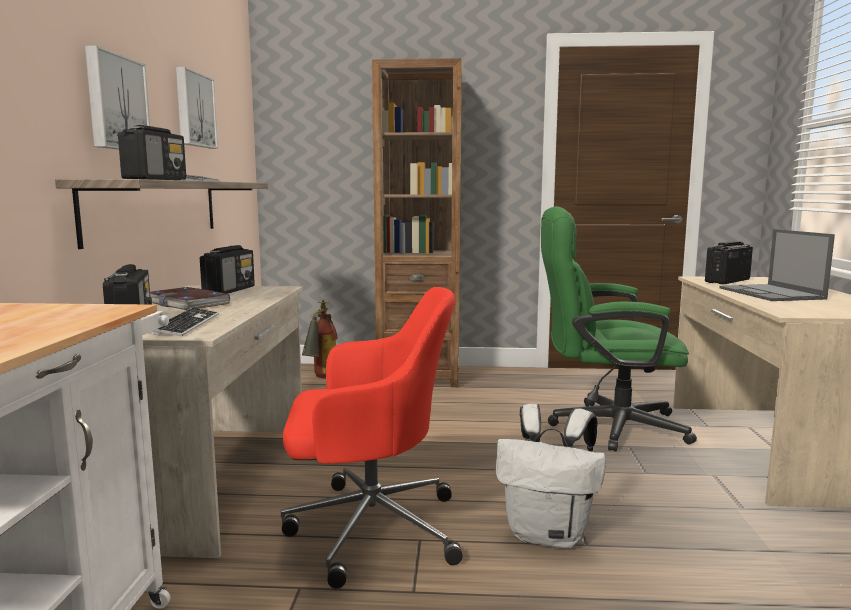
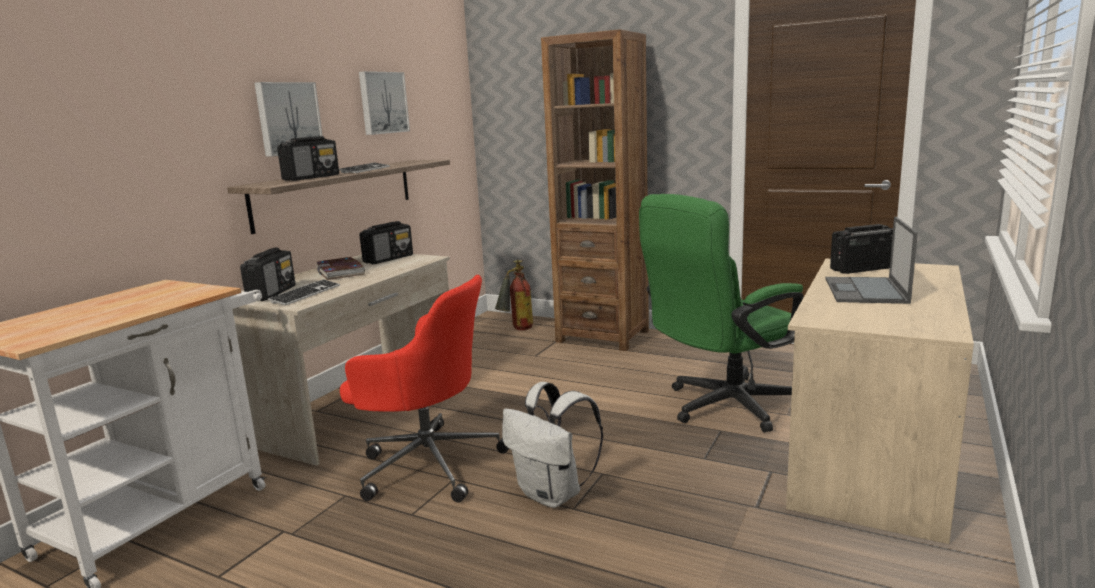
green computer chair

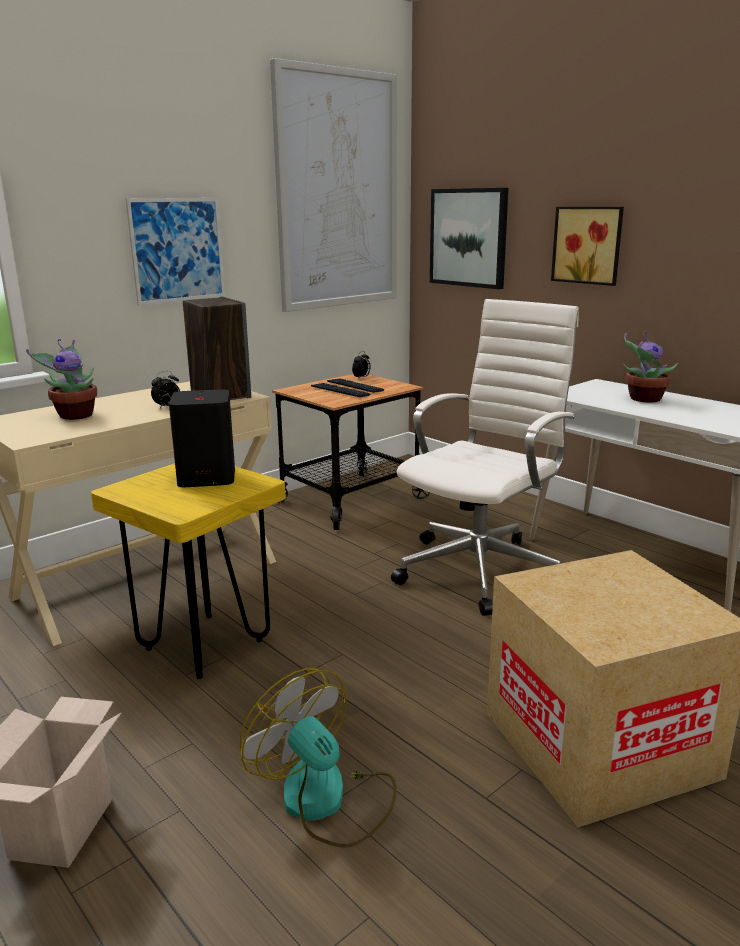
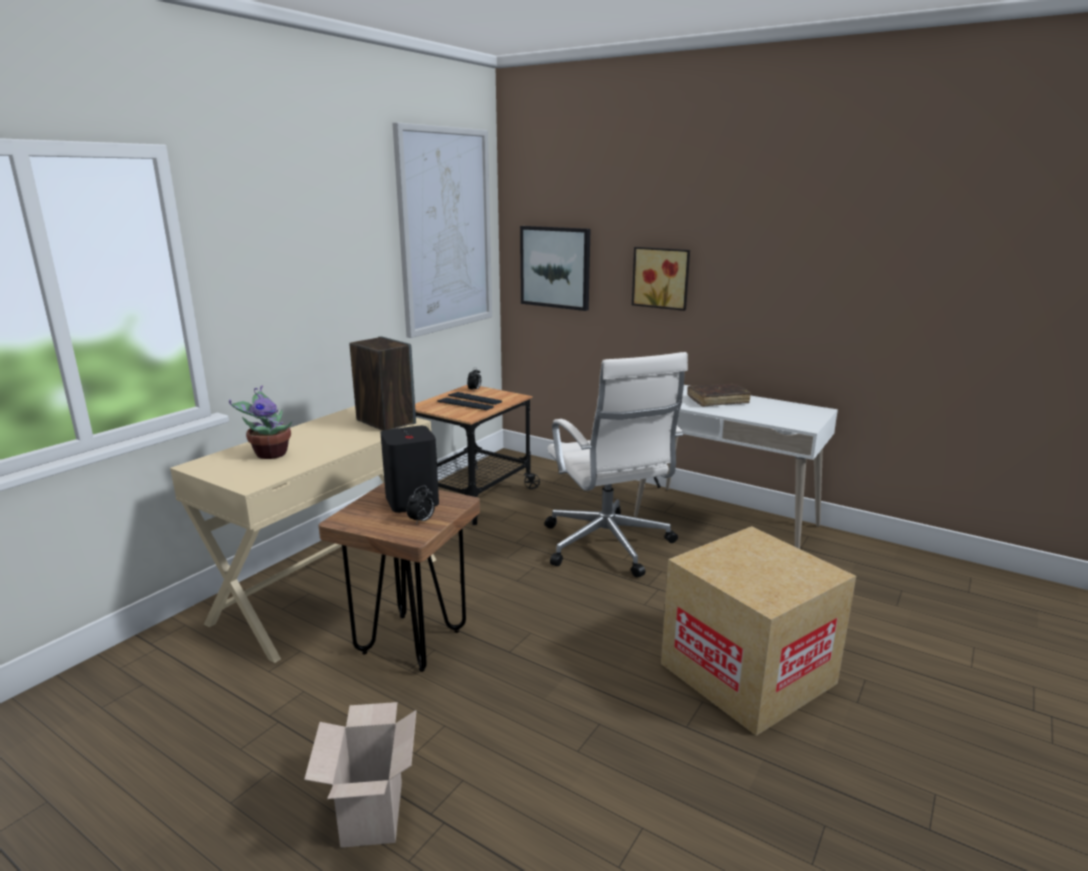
wall picture (1st from left in the first image)
white-coloured computer chair
brown-coloured book
alarm clock (1st from left)
brown-coloured stool seat
fan

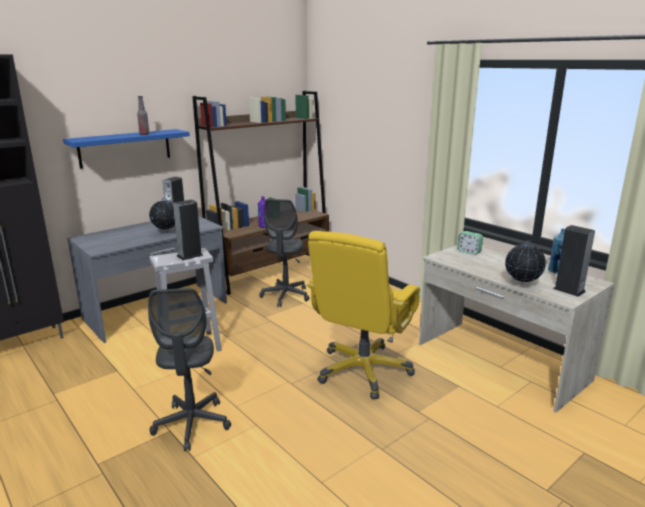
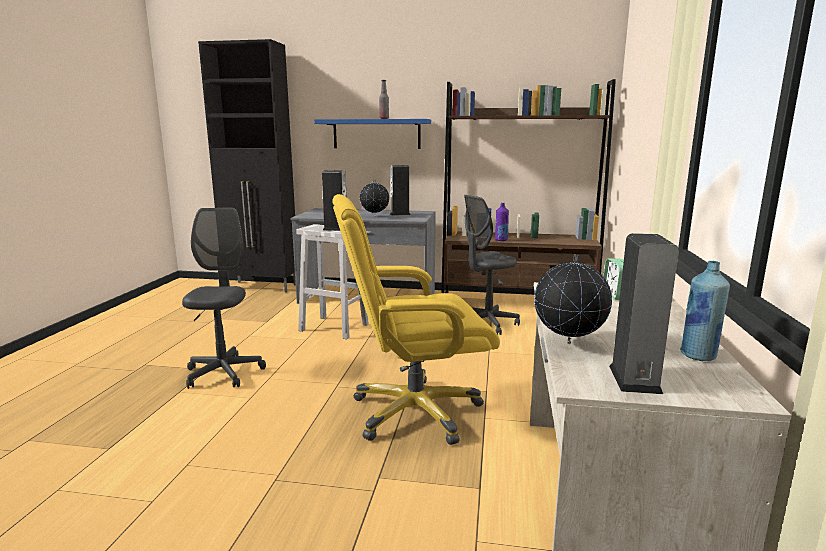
greyish computer chair (1st from left)

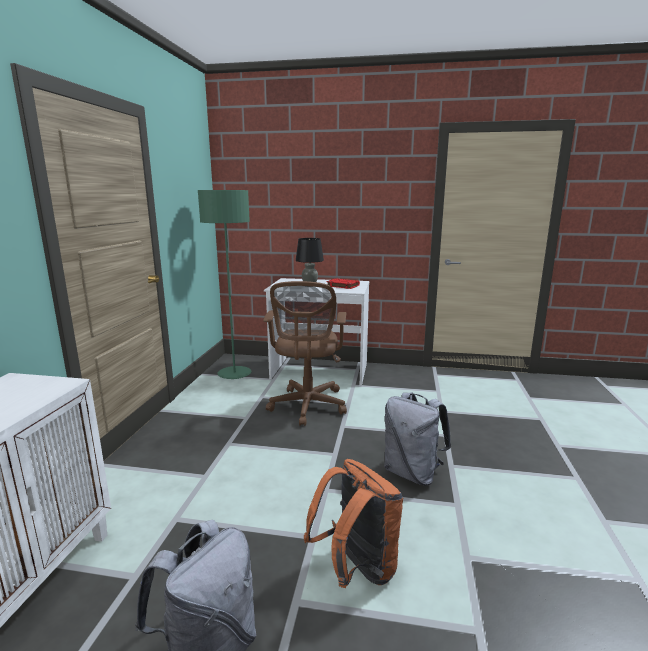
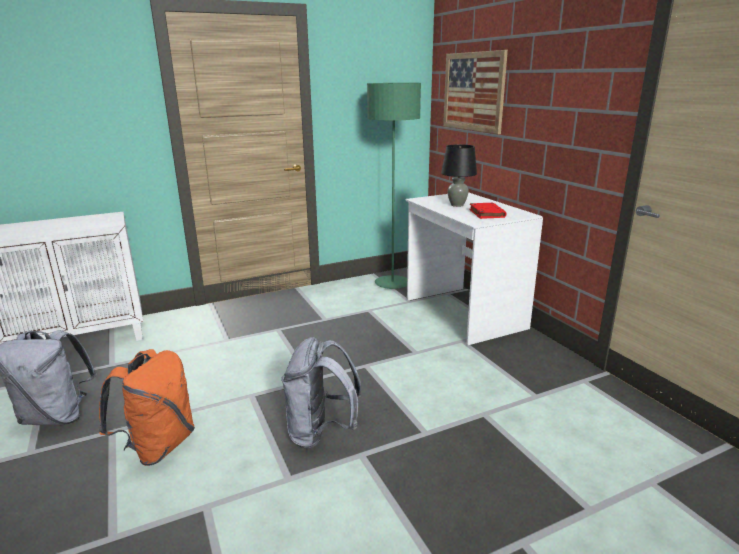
brown-coloured computer chair
wall picture

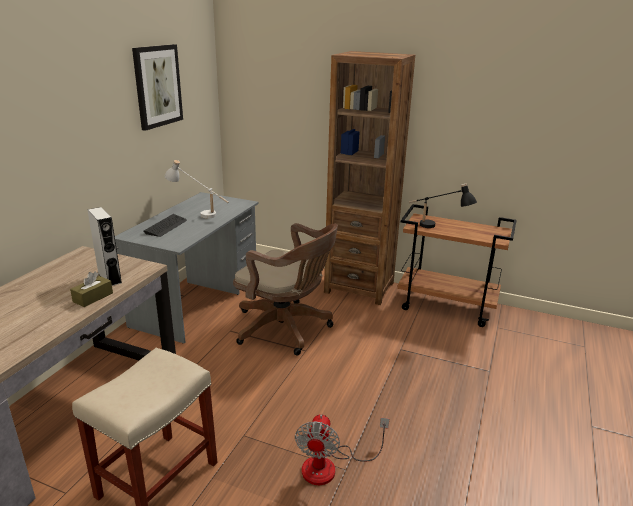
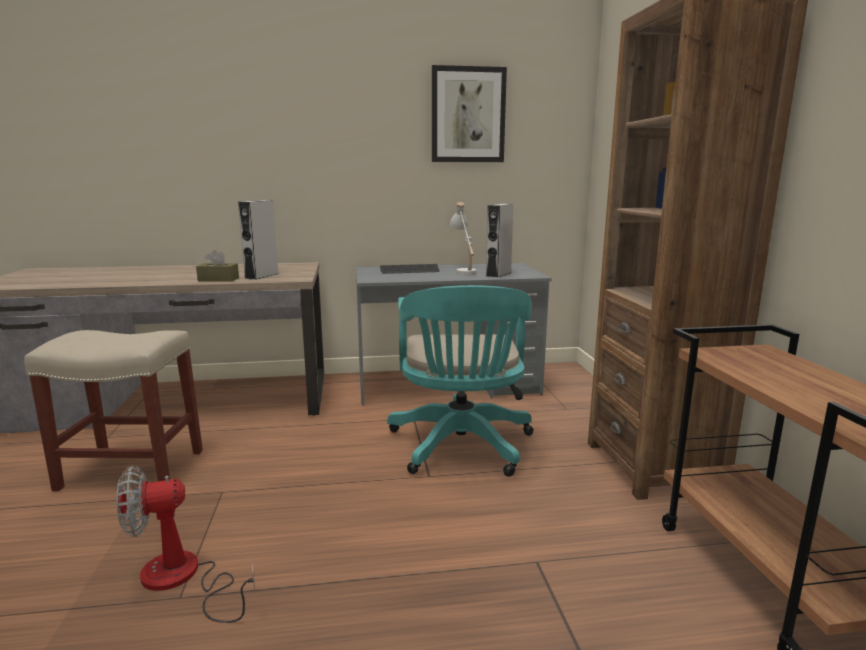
blackish tabletop lamp
blue-green computer chair
greyish speaker (2nd from left)

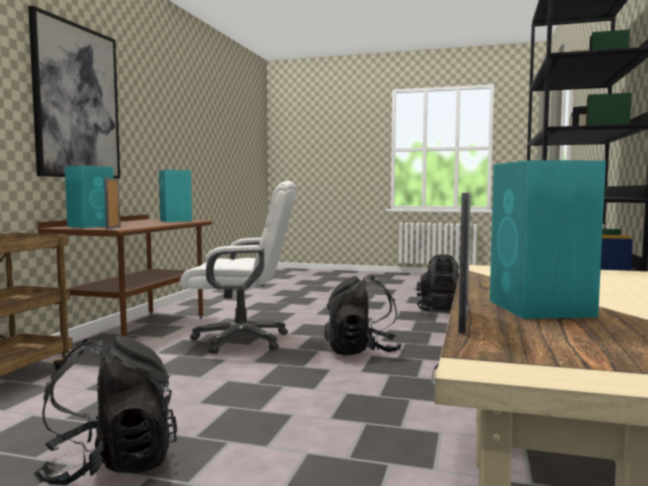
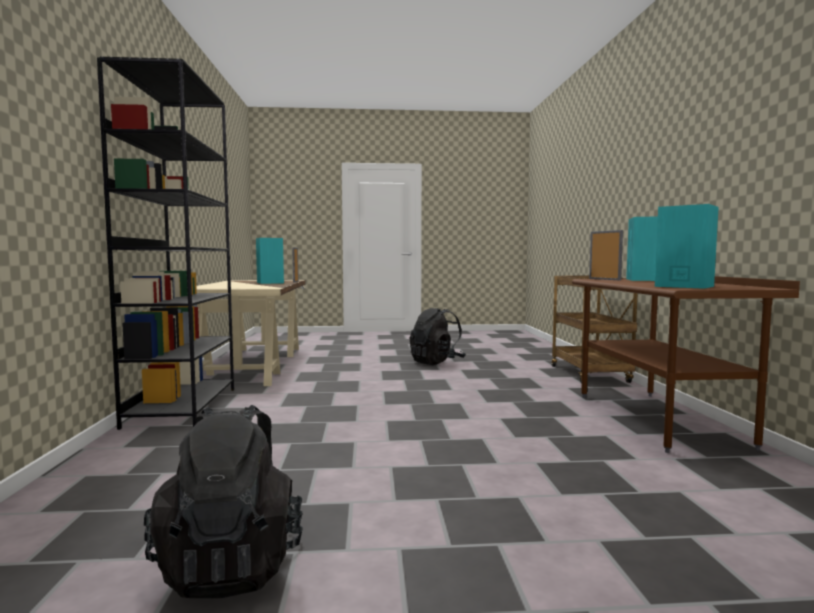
wall picture
white-coloured computer chair
blackish backpack (2nd from left in the first image)

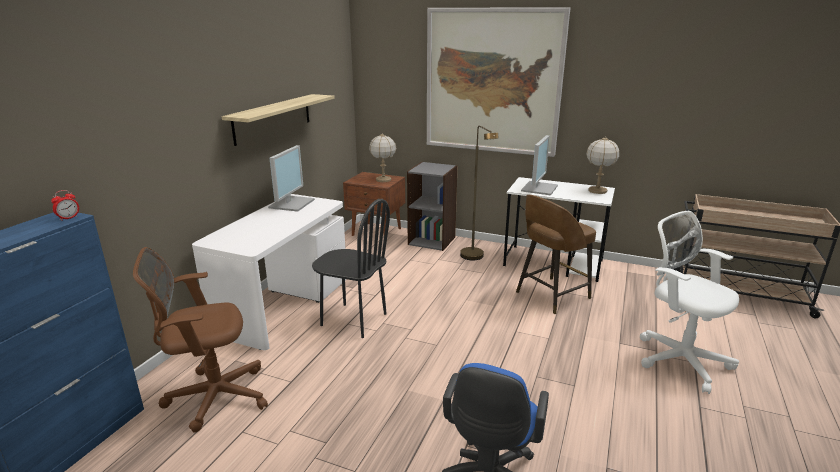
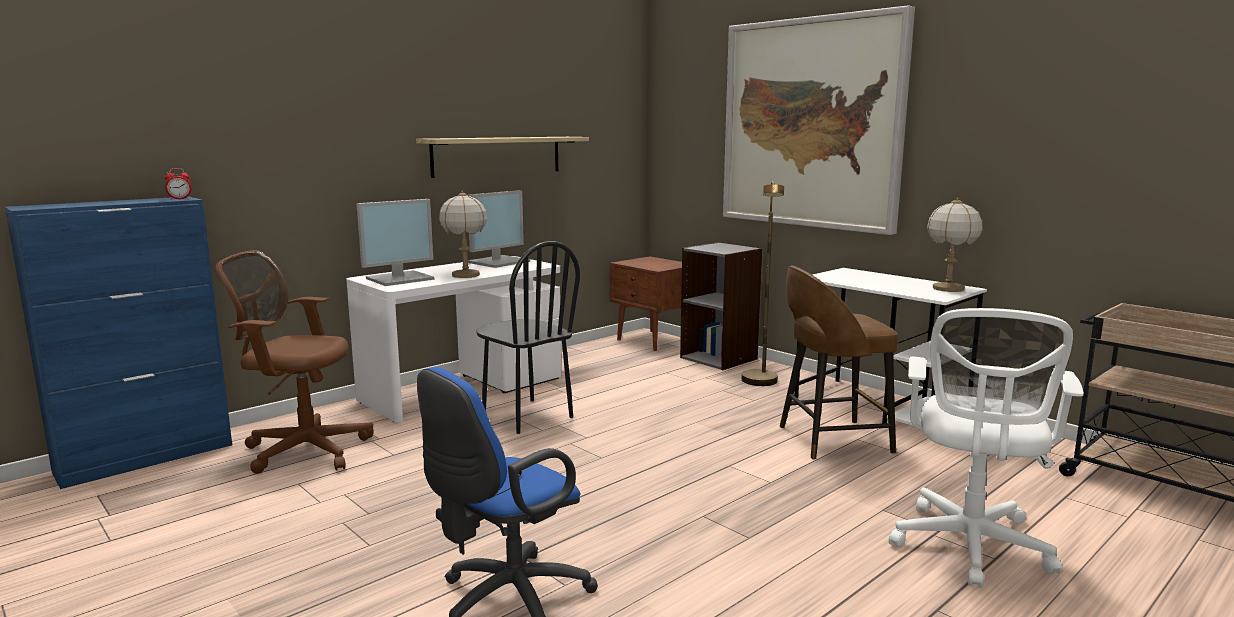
tabletop lamp (1st from left)
computer screen (1st from left)
white-coloured computer chair

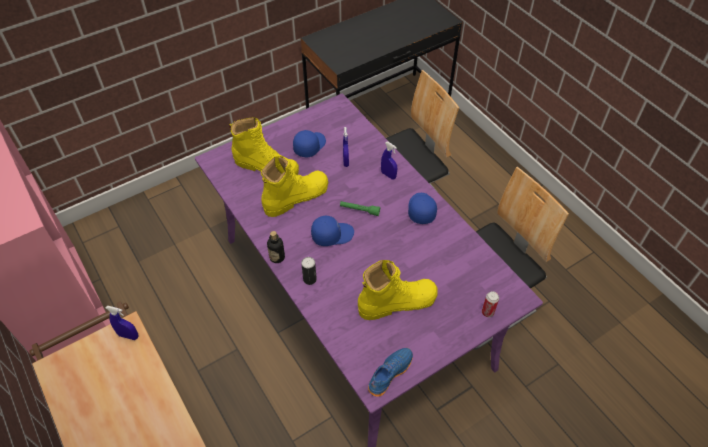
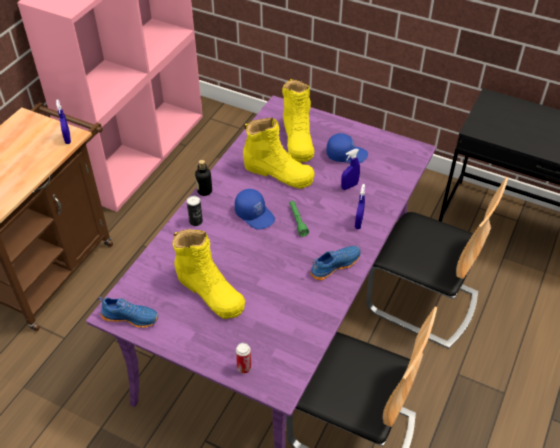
blue shoe (2nd from left)

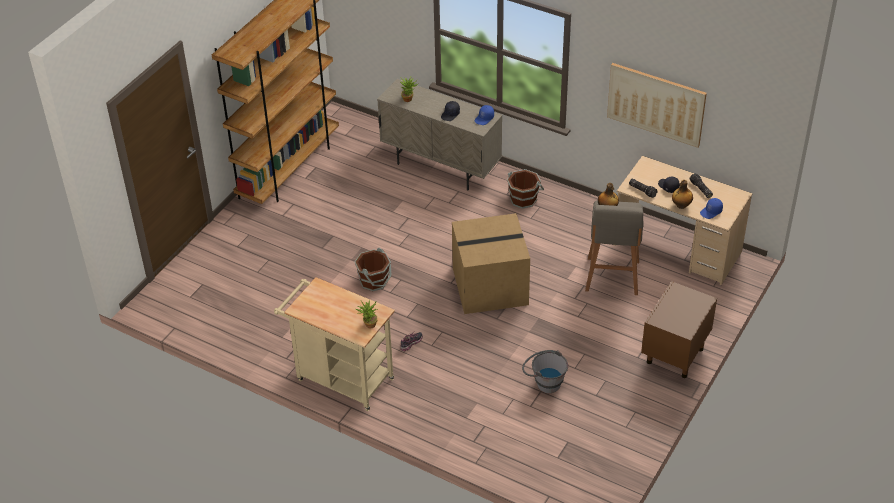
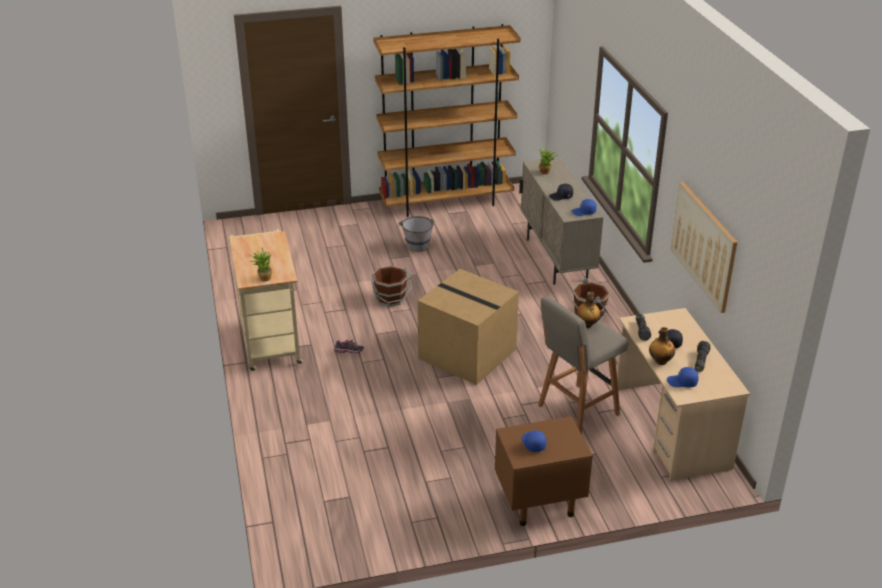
greyish water bucket
blue baseball cap (1st from left)

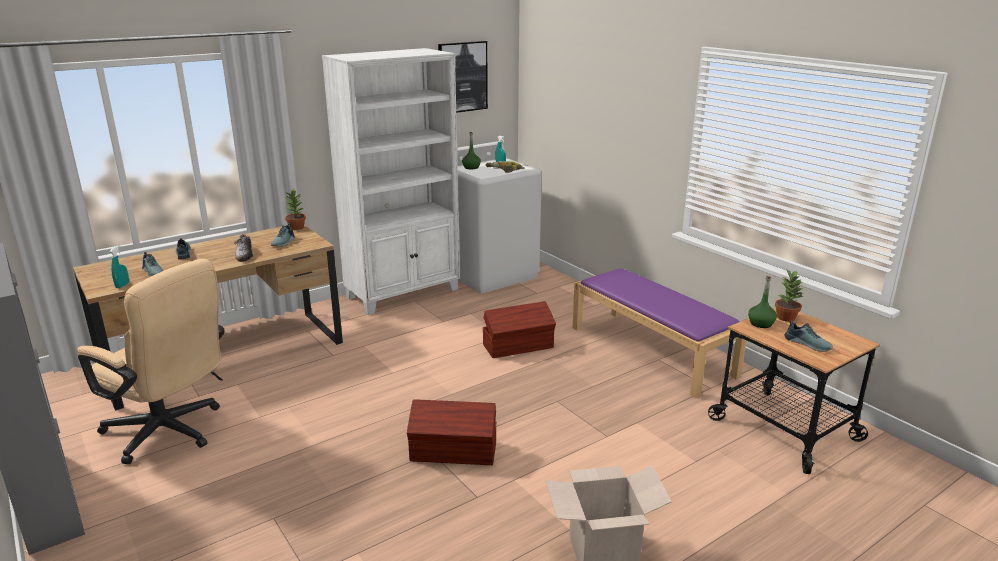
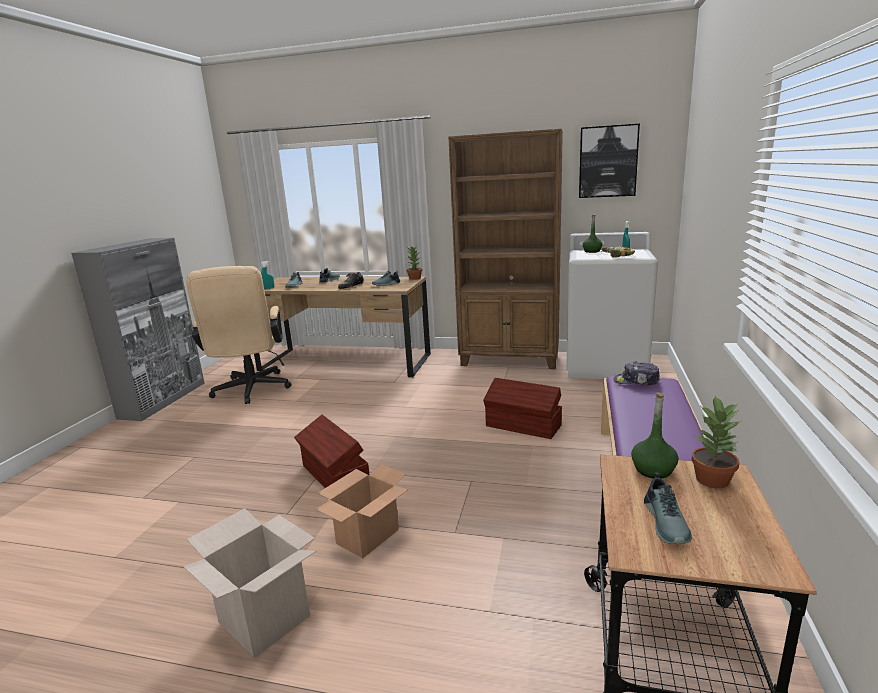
brown-coloured bookcase
baseball cap
cardboard box (2nd from left)

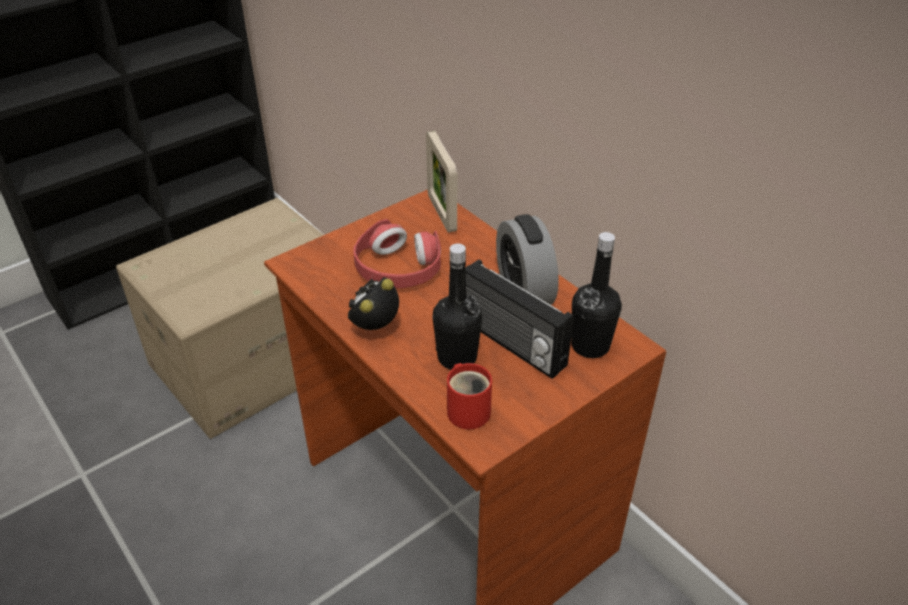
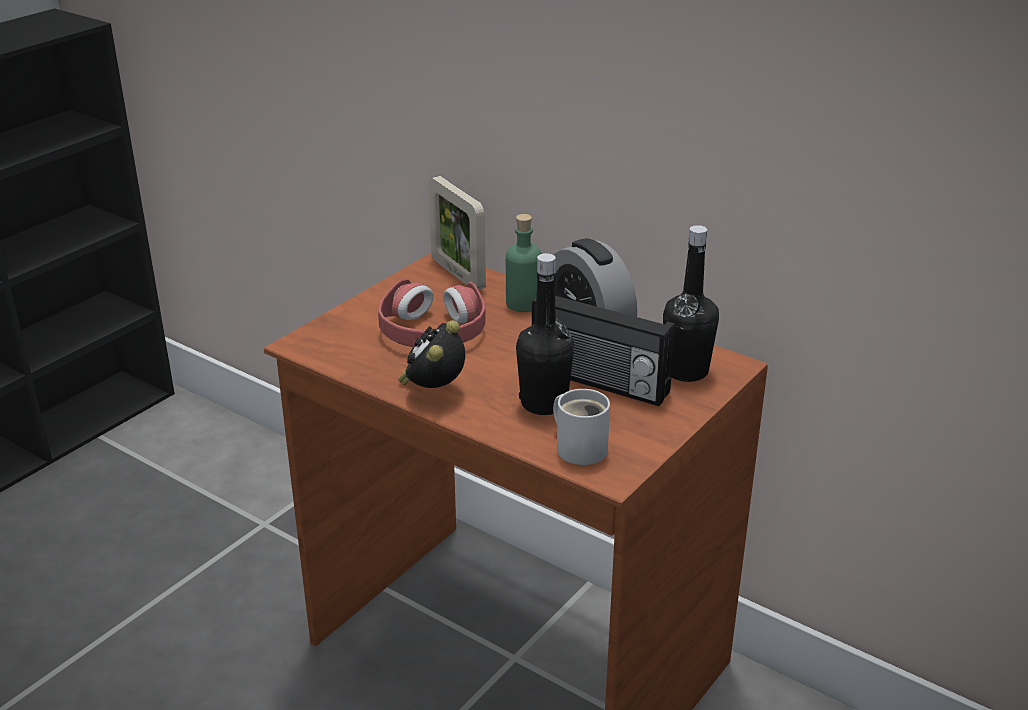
cardboard box
white-coloured mug
green bottle

